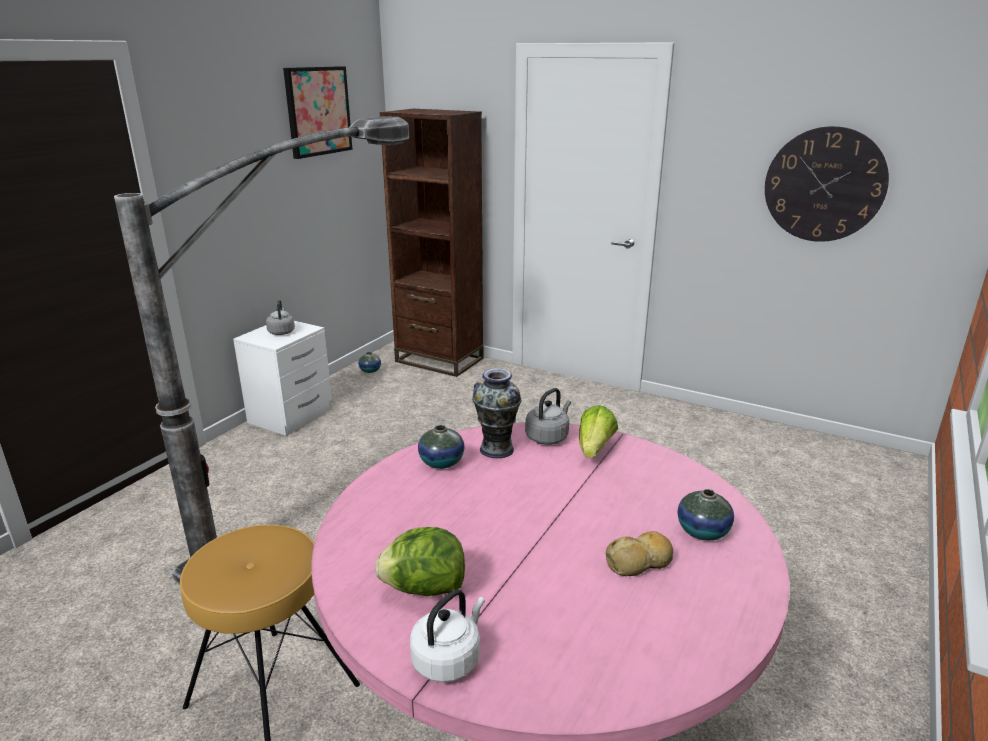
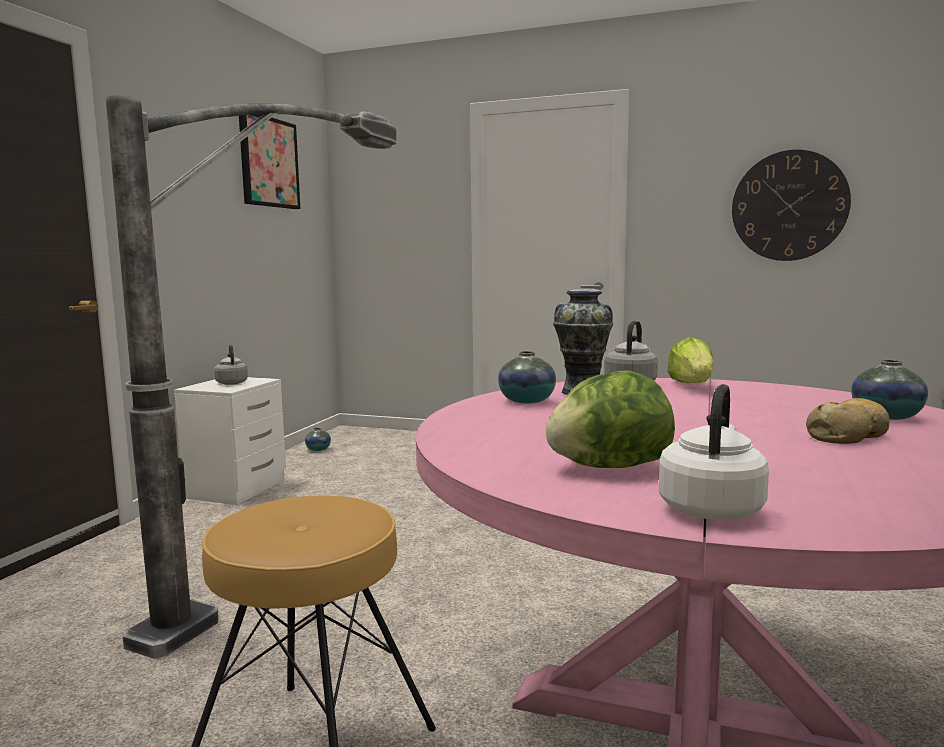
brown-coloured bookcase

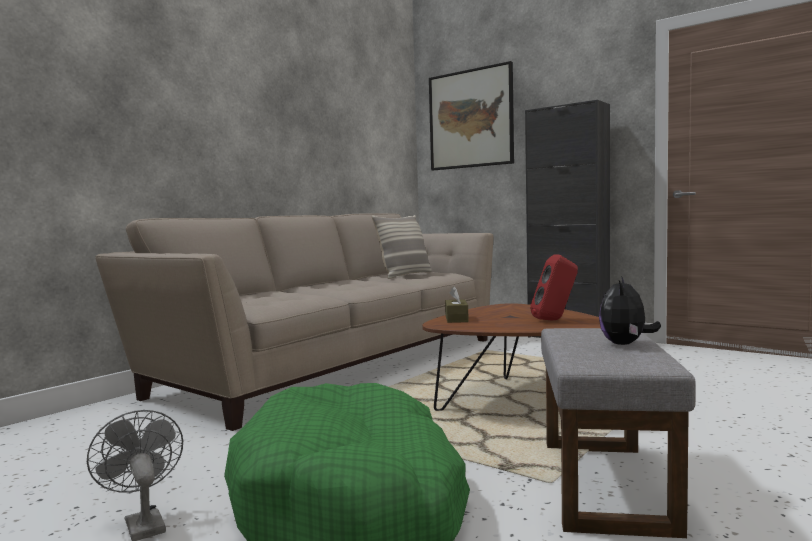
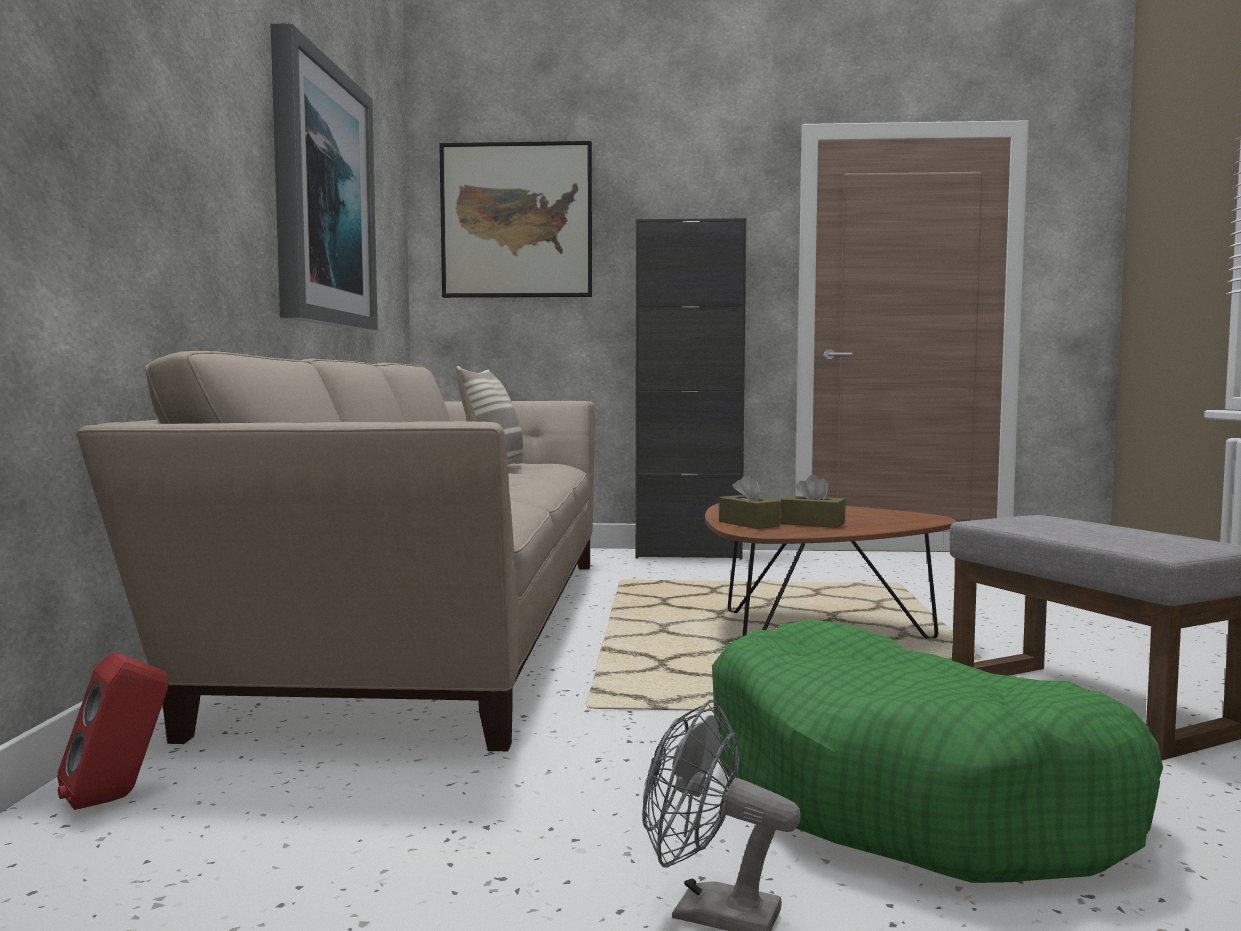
red speaker
soft toy
wall picture (1st from left)
brown-coloured tissue box (2nd from left)

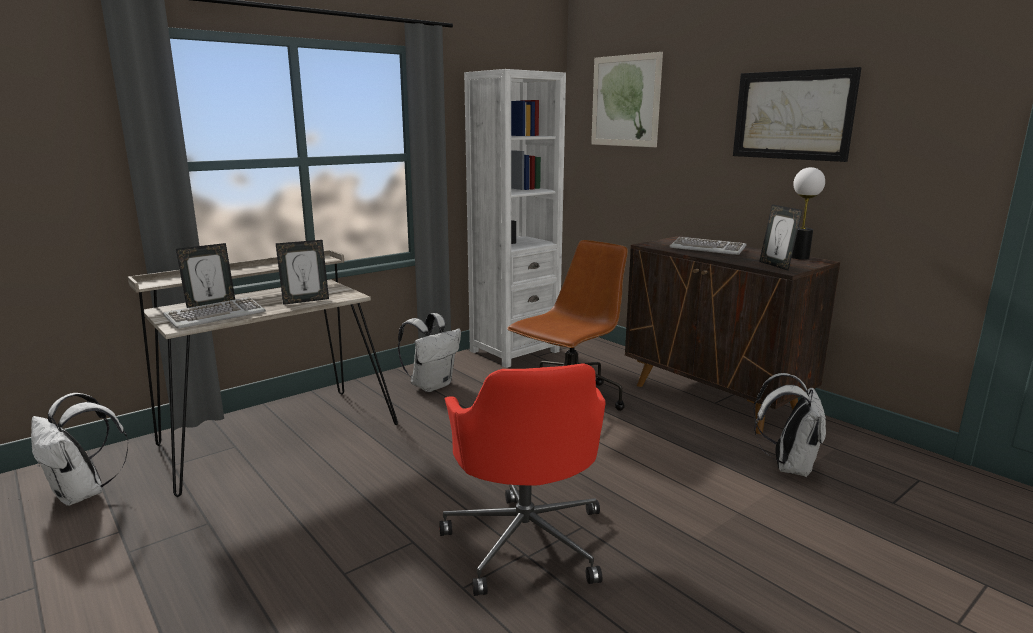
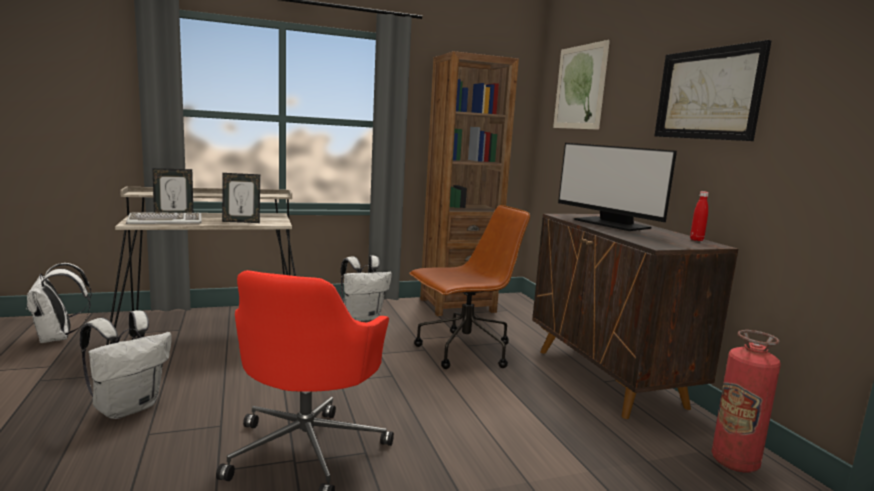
brown-coloured bookcase
red bottle
photo frame (3rd from left in the first image)
computer screen
white-coloured backpack (2nd from left)
extinguisher

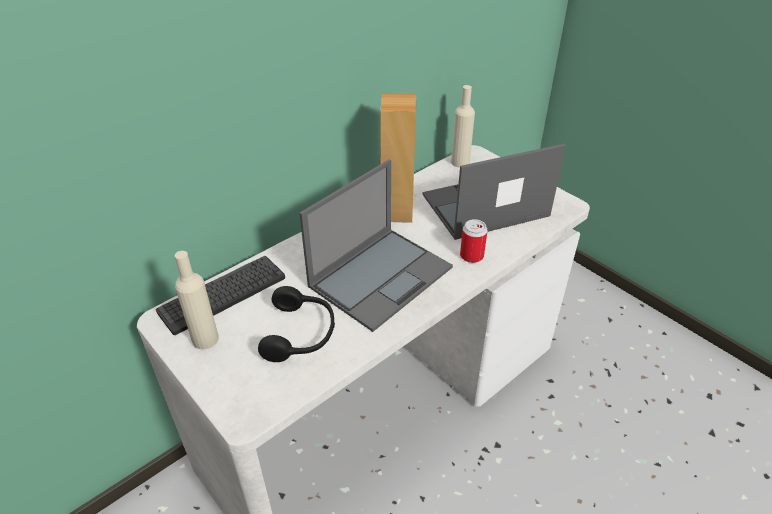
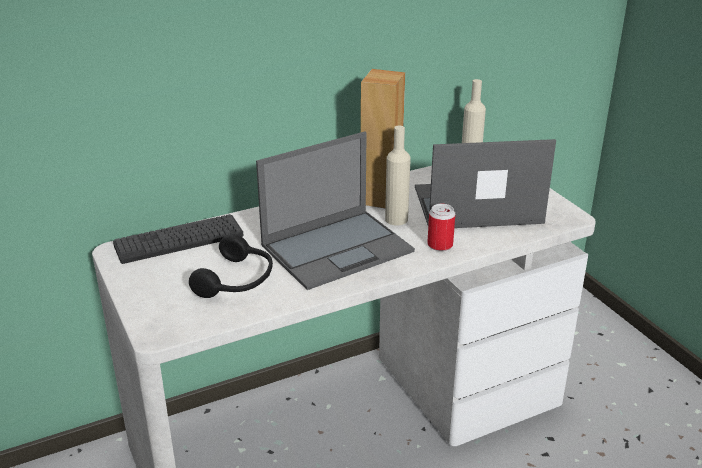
beige bottle (1st from left)

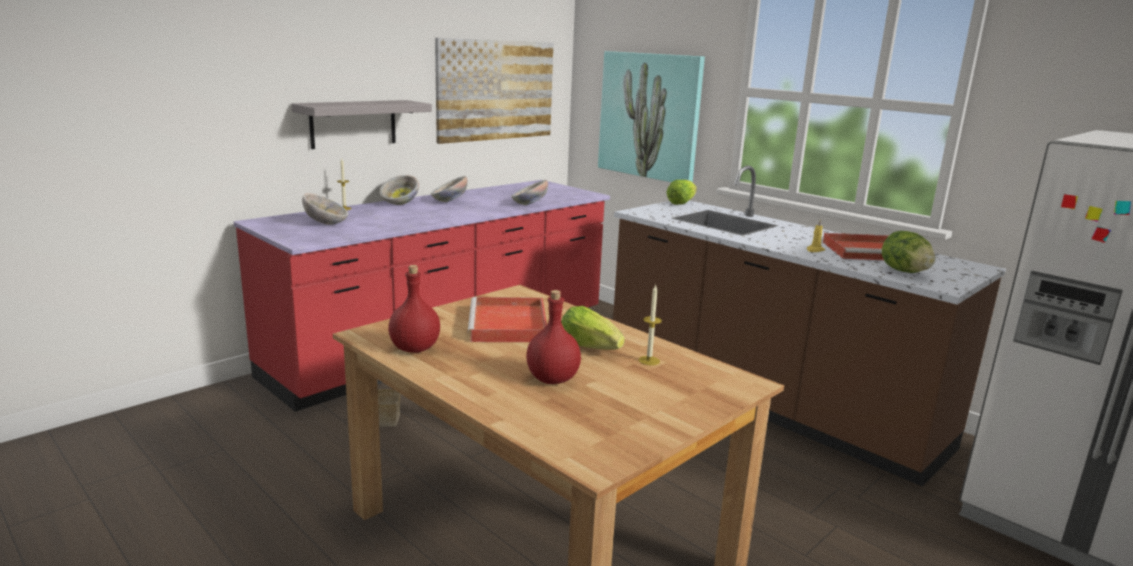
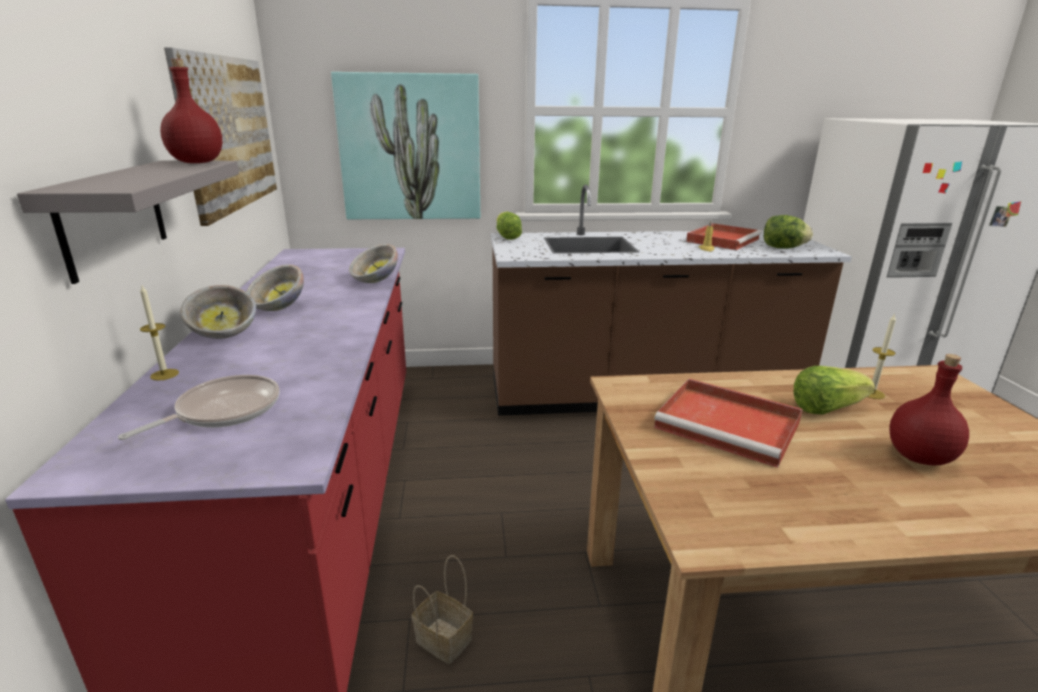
frying pan
red bottle (1st from left)

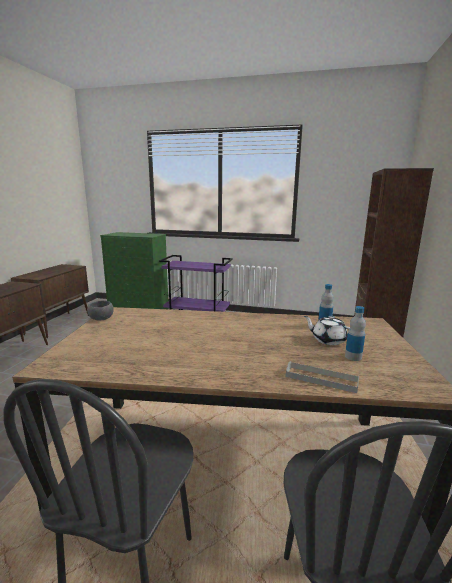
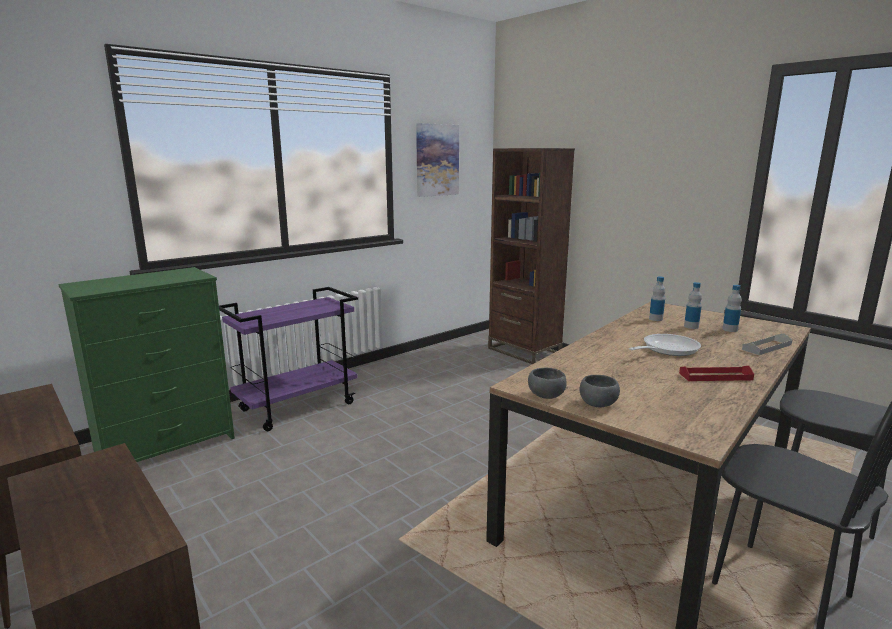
bottle (2nd from left)
wall picture
frying pan
red tray
greyish deep dish (2nd from left)

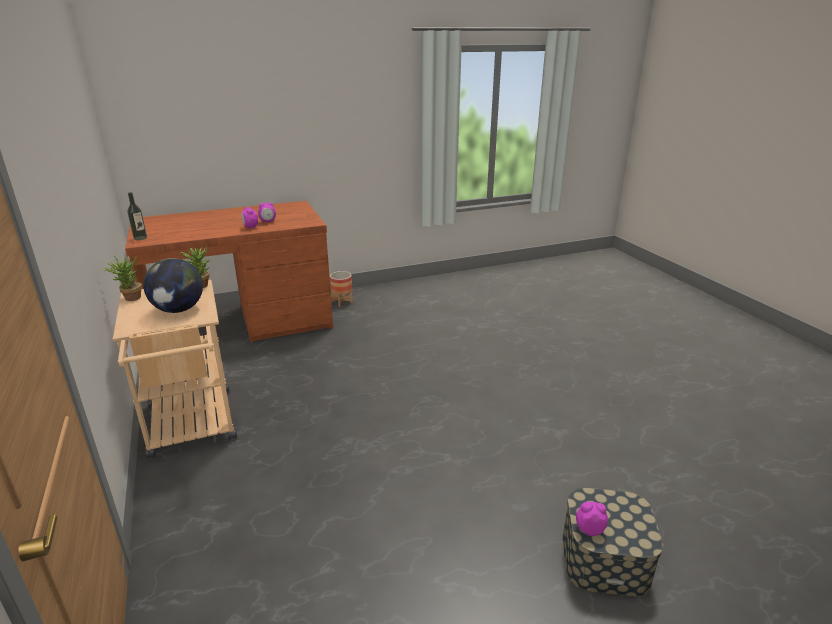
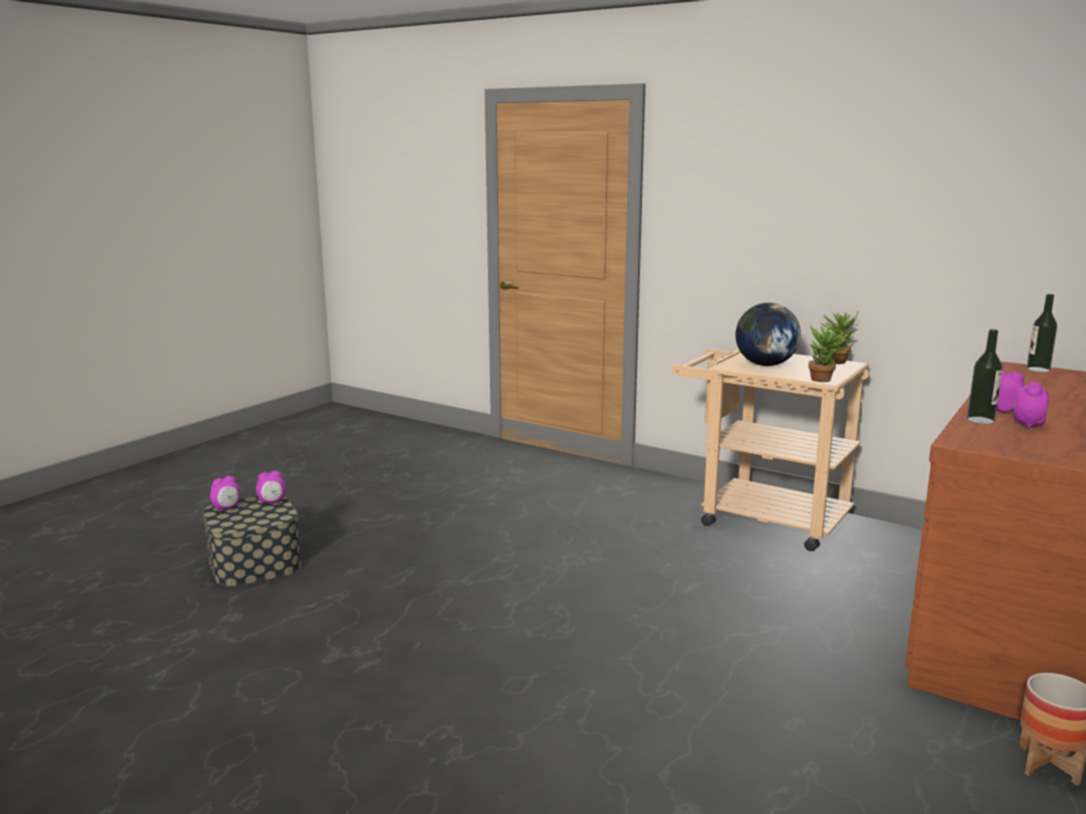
bottle (1st from left)
alarm clock (1st from left)

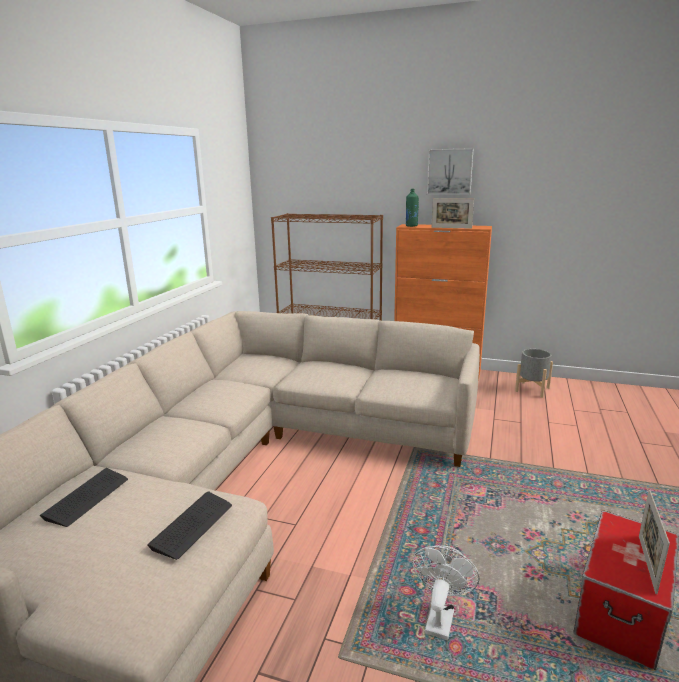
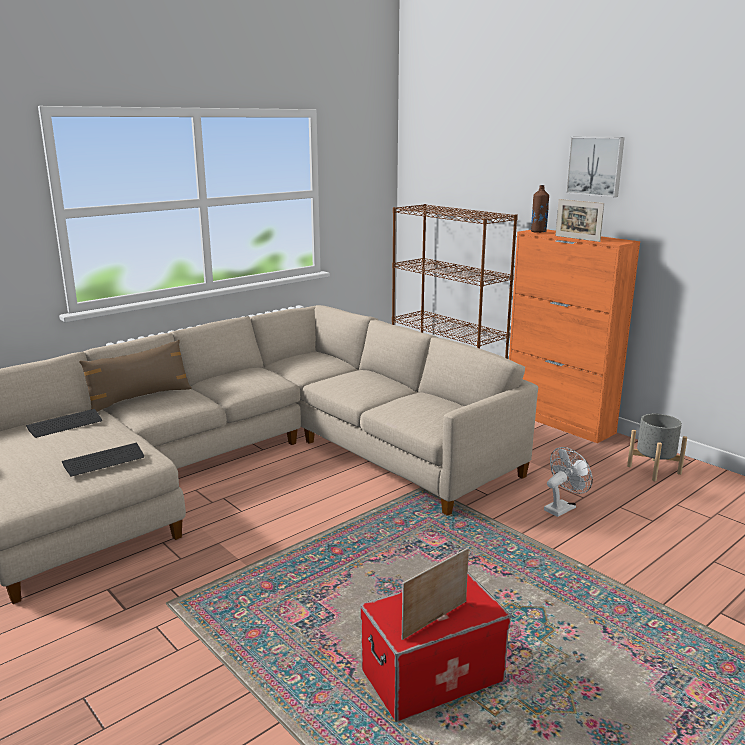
brown-coloured bottle
white-coloured fan
brown-coloured cushion

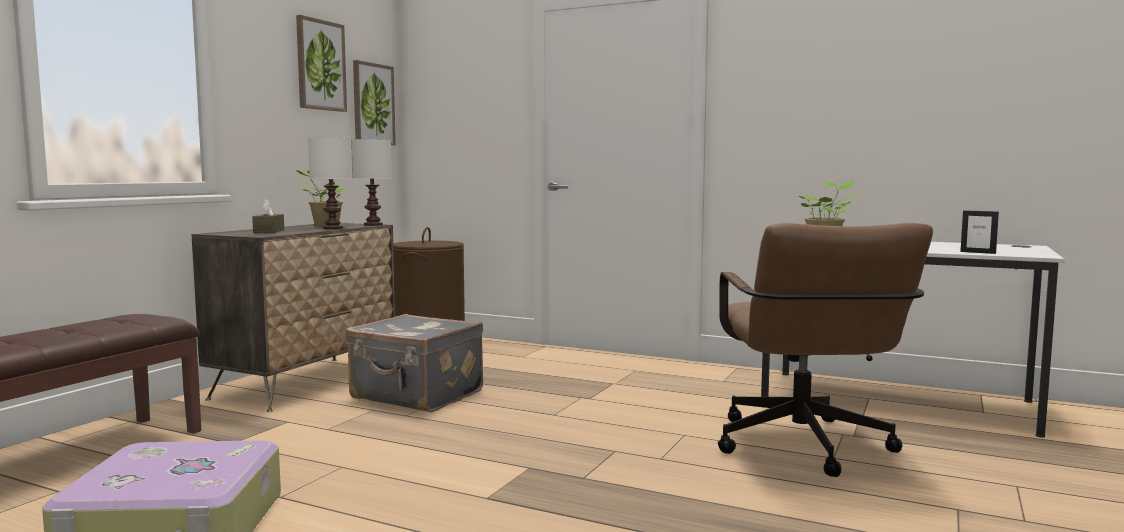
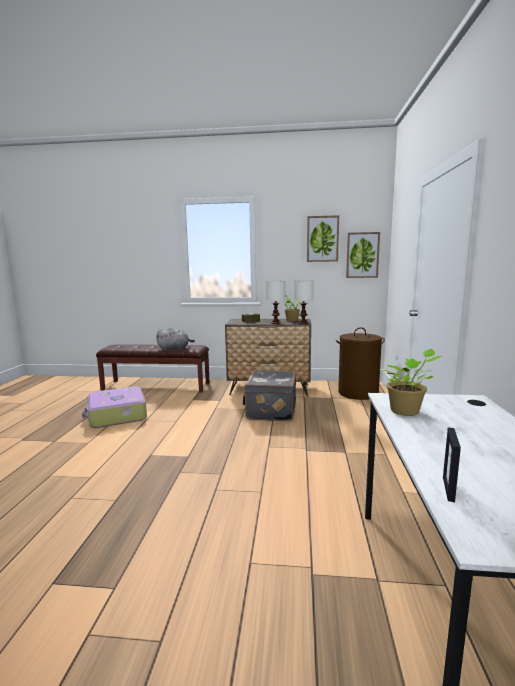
brown-coloured computer chair
greyish soft toy

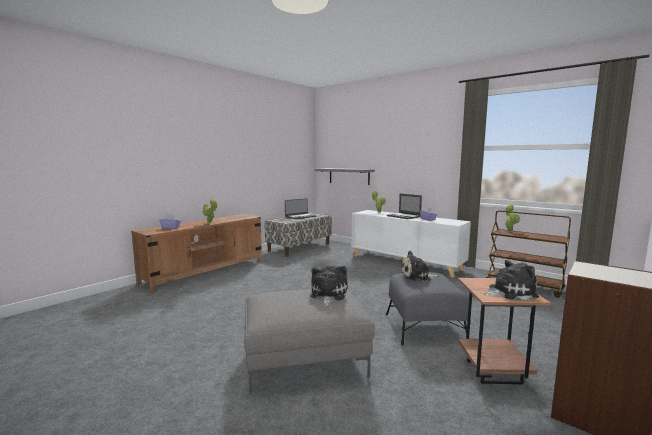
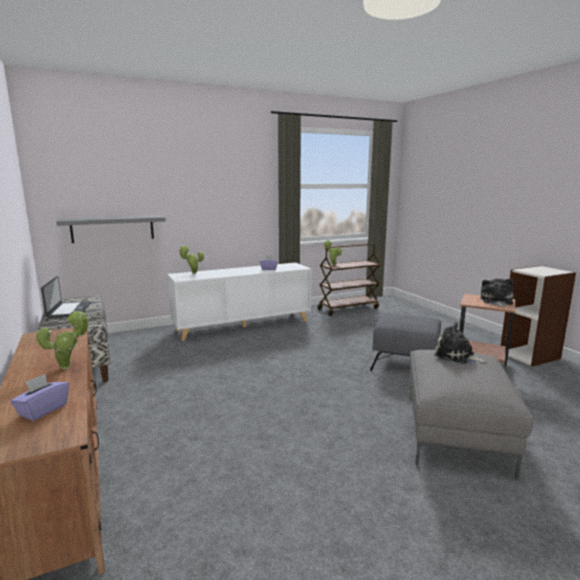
laptop (2nd from left in the first image)
soft toy (2nd from left in the first image)

